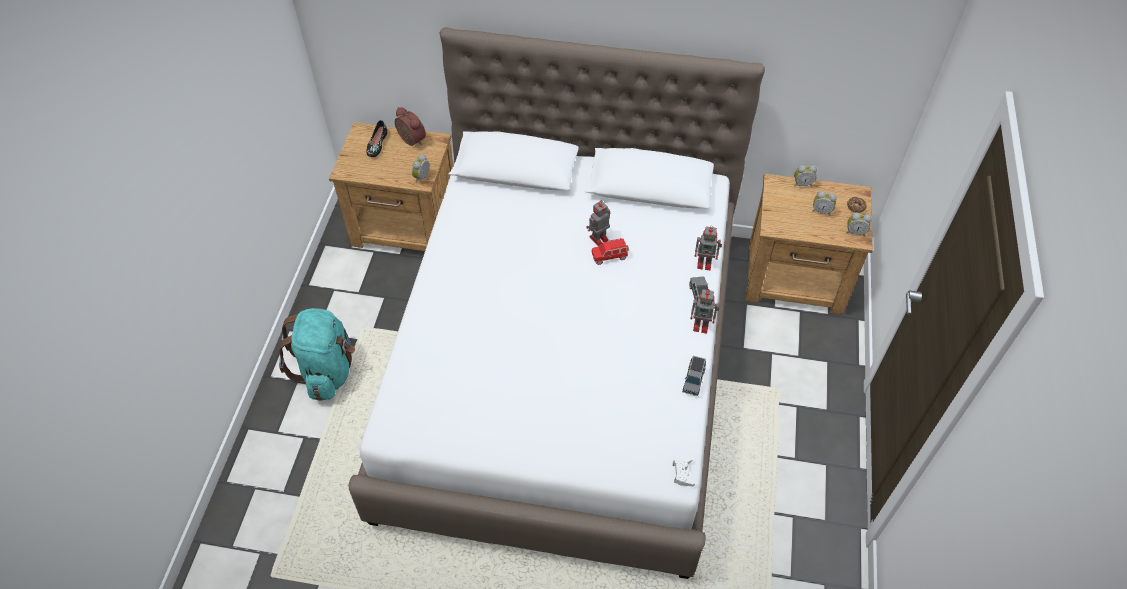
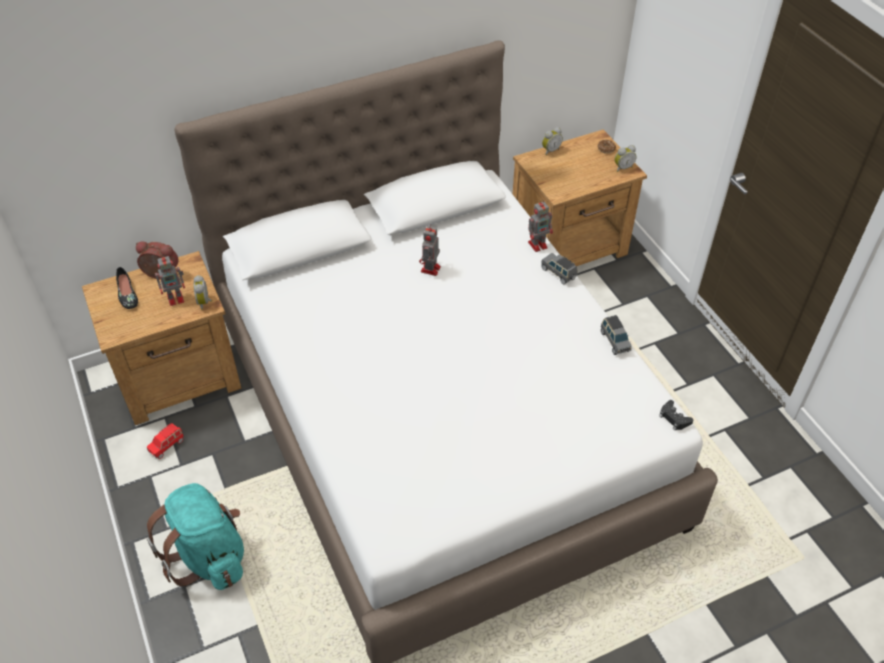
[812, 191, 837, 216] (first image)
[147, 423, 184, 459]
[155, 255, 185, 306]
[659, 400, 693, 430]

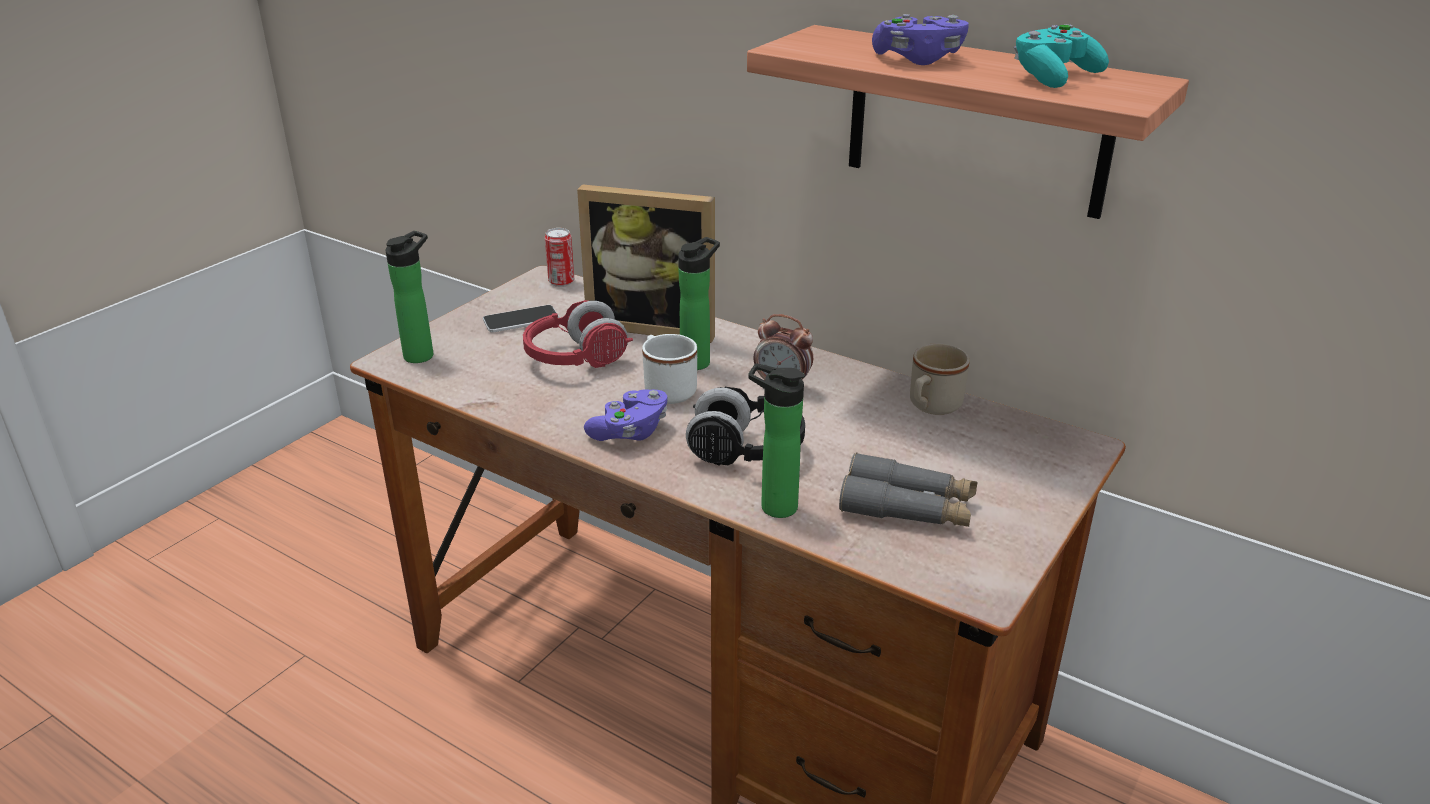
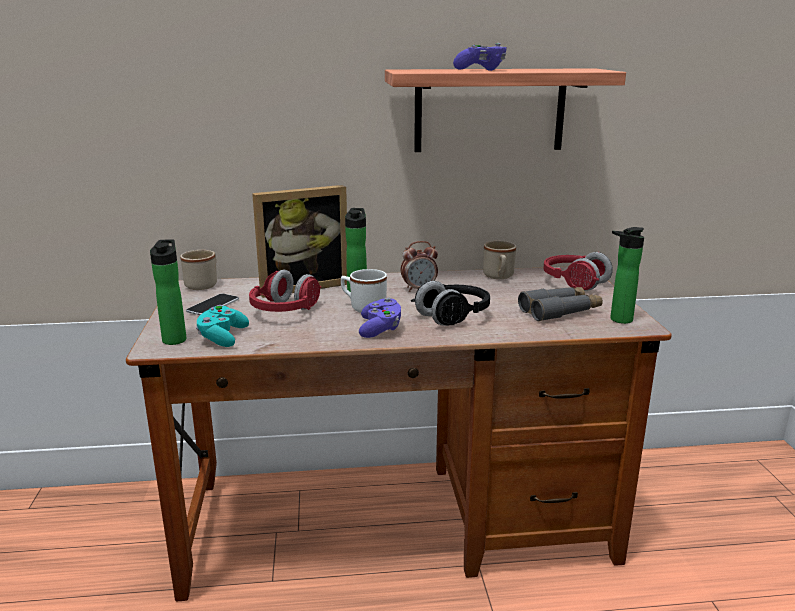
[196, 305, 249, 347]
[180, 250, 217, 290]
[610, 227, 644, 324]
[543, 252, 613, 291]

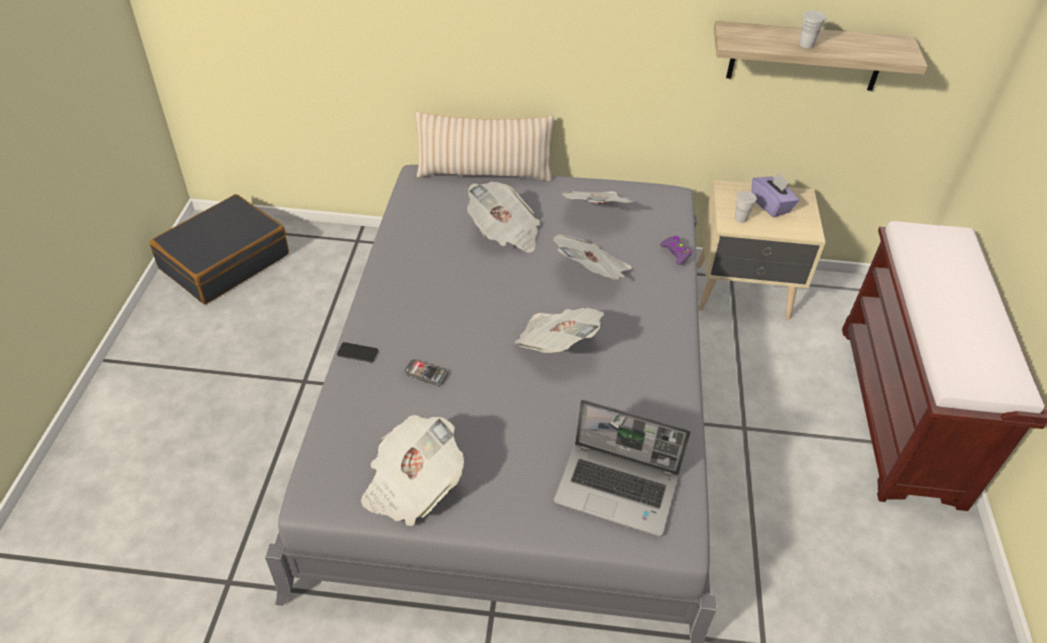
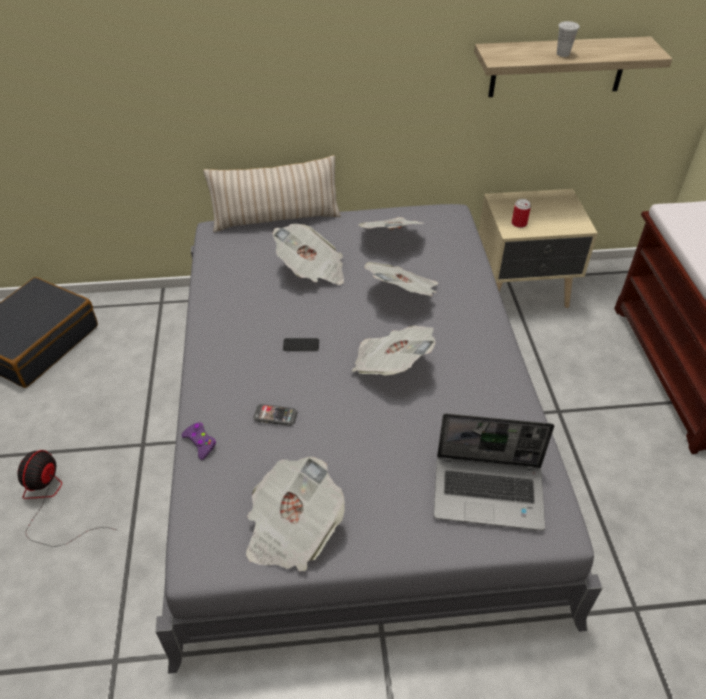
[752, 172, 799, 217] (first image)
[512, 199, 531, 228]
[181, 422, 216, 460]
[283, 338, 319, 351]
[18, 450, 116, 547]

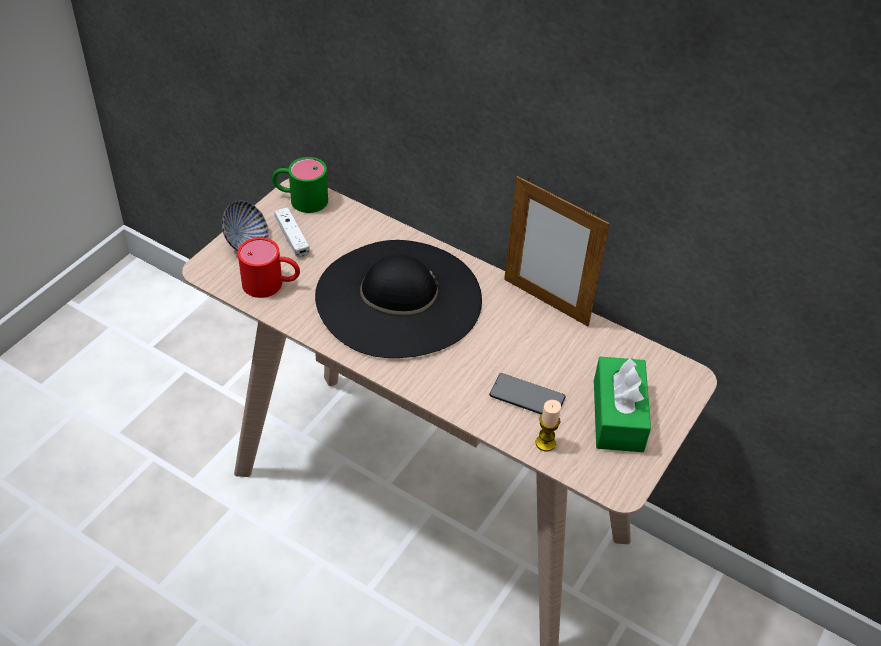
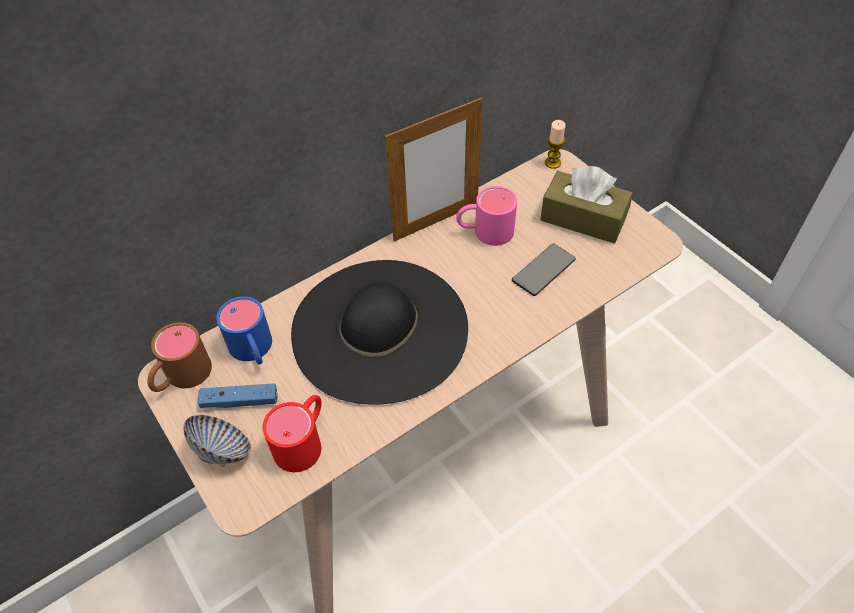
[147, 322, 212, 392]
[197, 383, 277, 408]
[540, 166, 633, 243]
[545, 120, 566, 169]
[456, 186, 517, 246]
[216, 296, 272, 364]

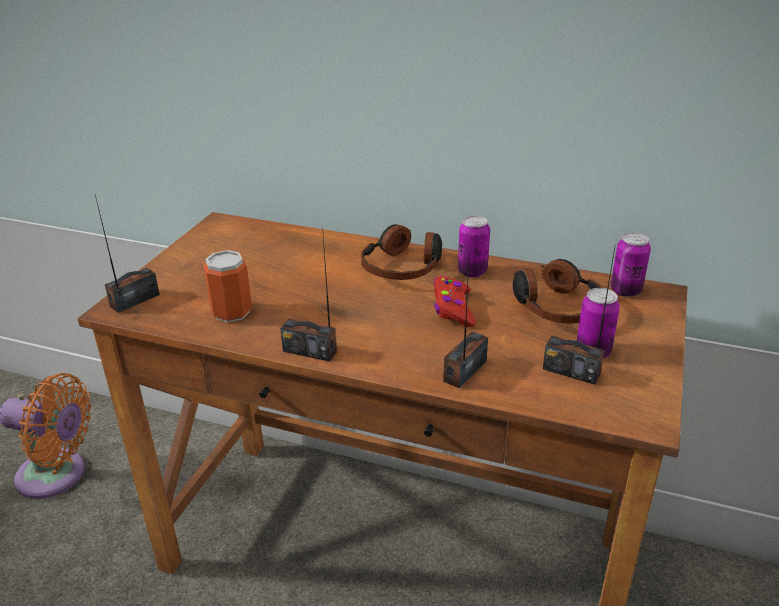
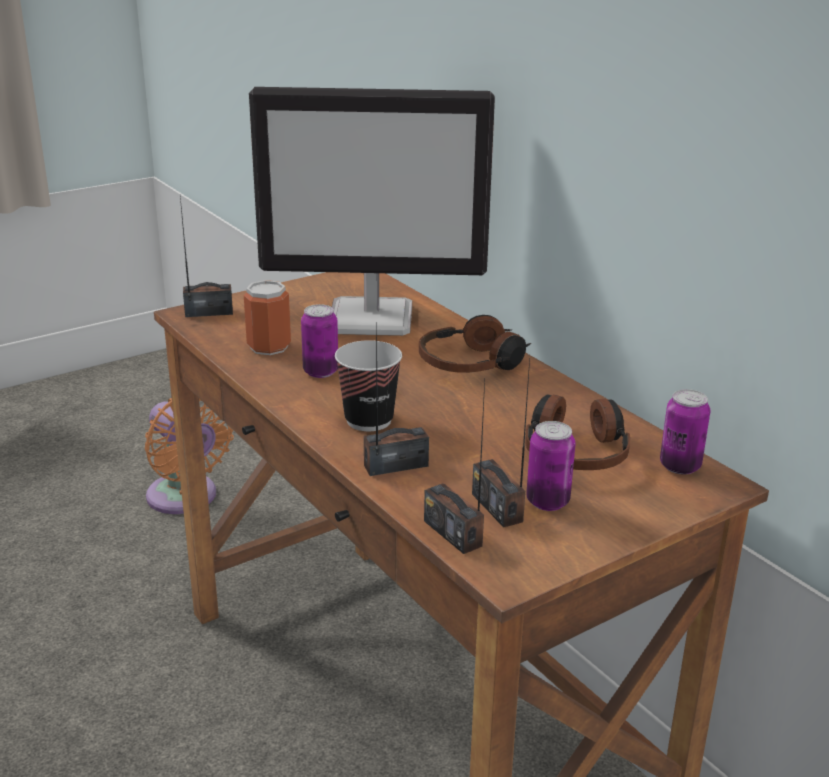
[301, 304, 338, 378]
[424, 380, 485, 554]
[434, 276, 476, 327] (first image)
[249, 87, 495, 336]
[335, 340, 402, 431]

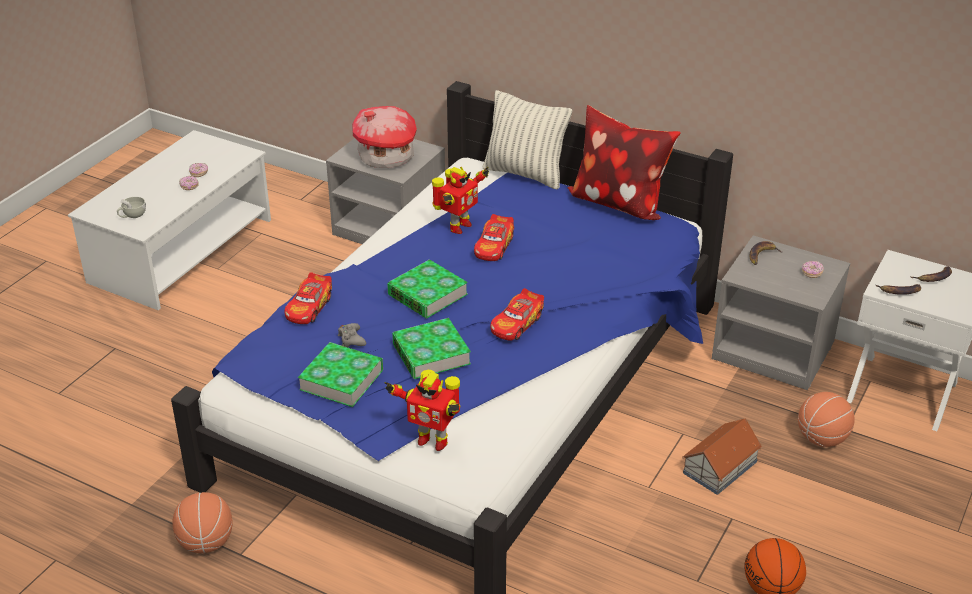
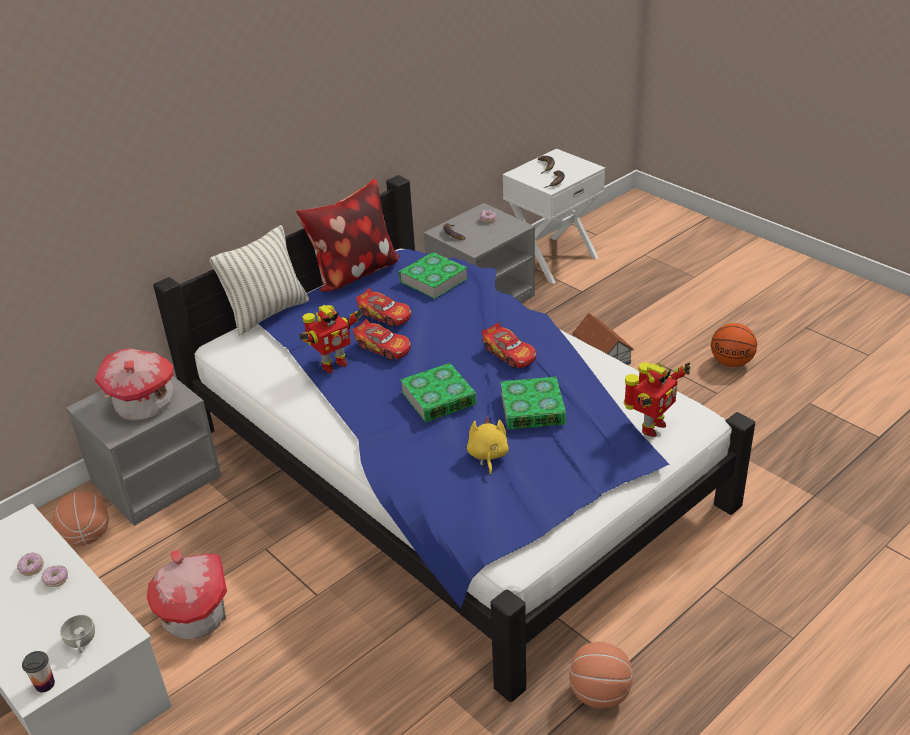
[299, 305, 363, 373]
[356, 288, 411, 327]
[467, 416, 509, 475]
[399, 252, 468, 299]
[53, 492, 109, 546]
[147, 550, 227, 639]
[22, 651, 55, 692]

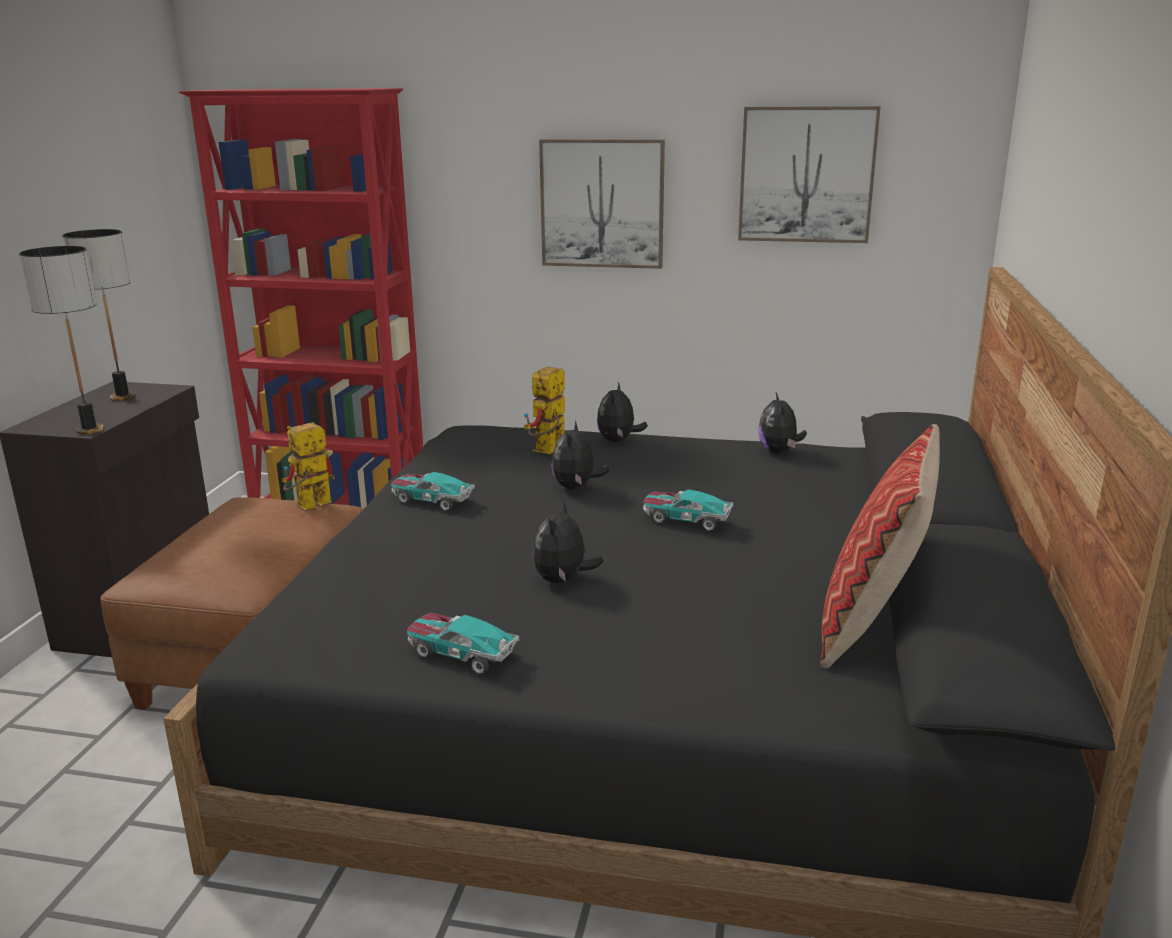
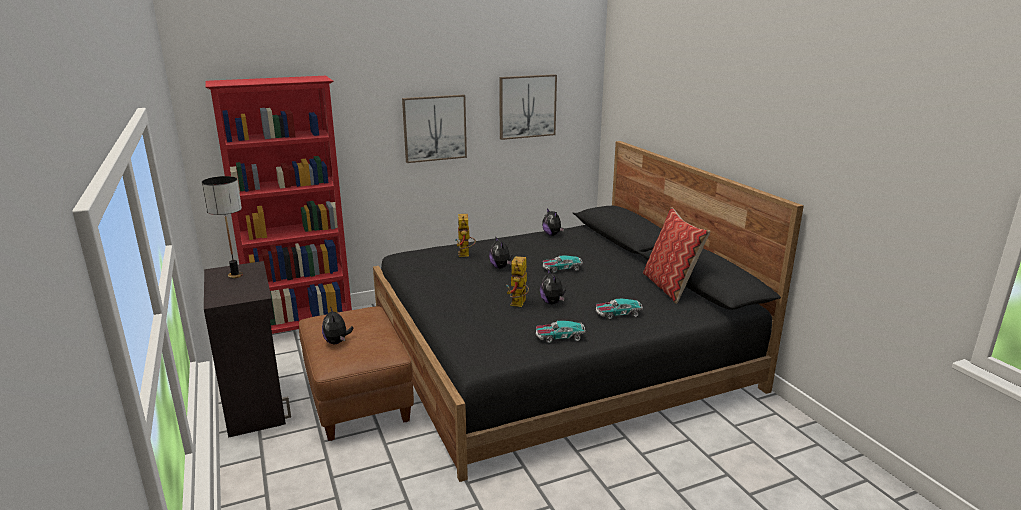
[19, 246, 104, 435] (first image)
[322, 307, 354, 344]
[506, 256, 529, 307]
[596, 299, 643, 319]

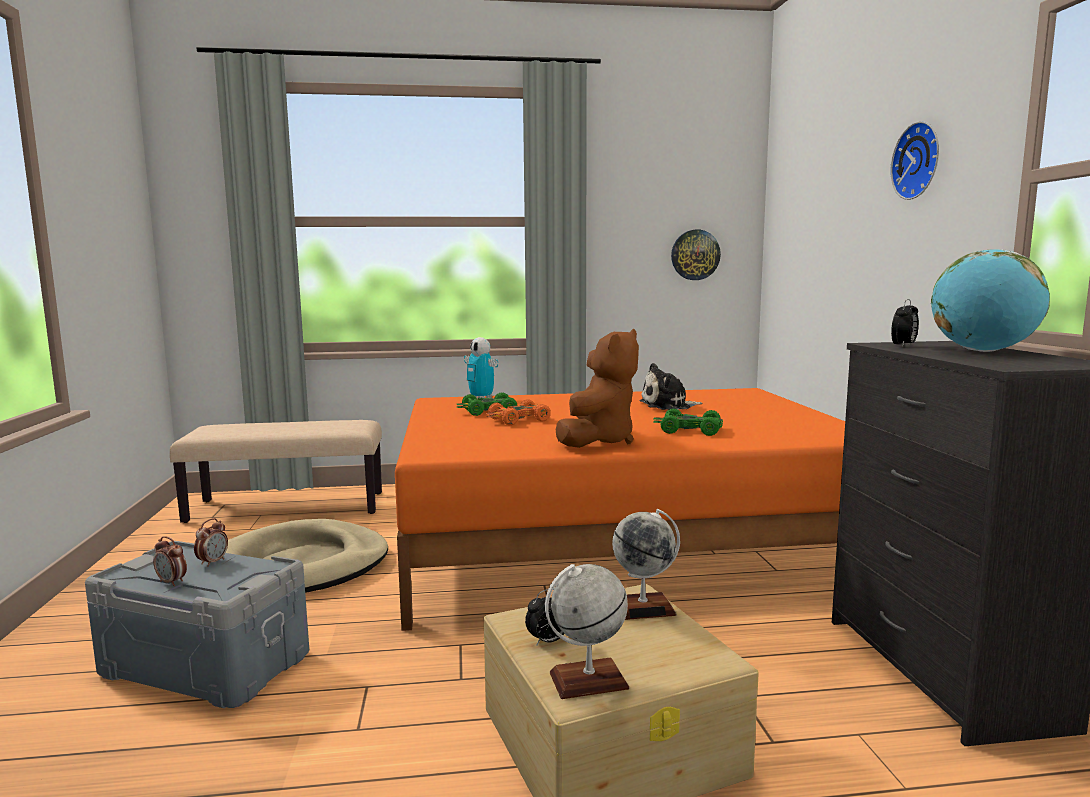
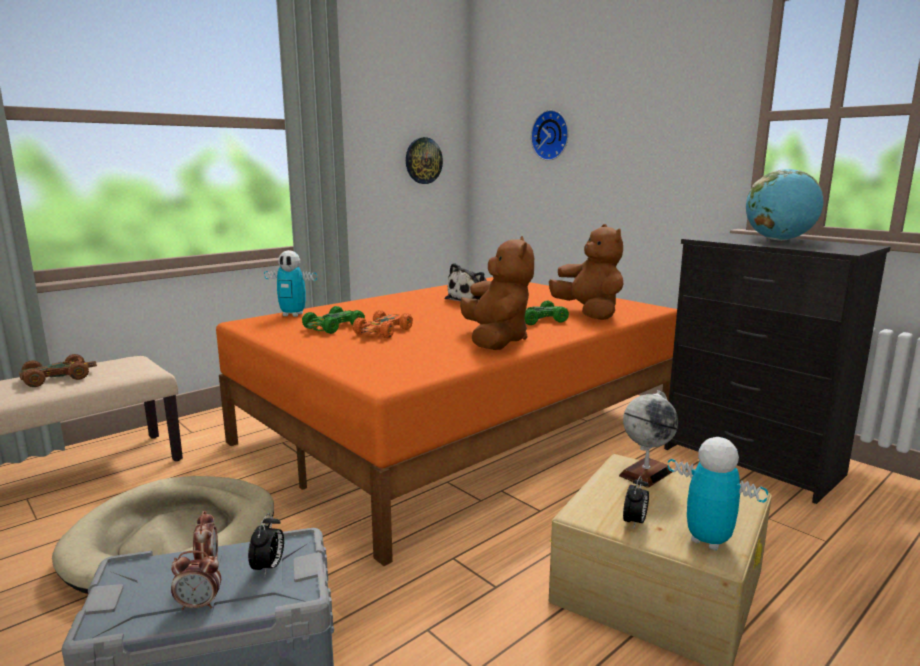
[531, 110, 569, 161]
[248, 513, 284, 576]
[668, 437, 768, 551]
[549, 224, 624, 320]
[19, 354, 97, 387]

